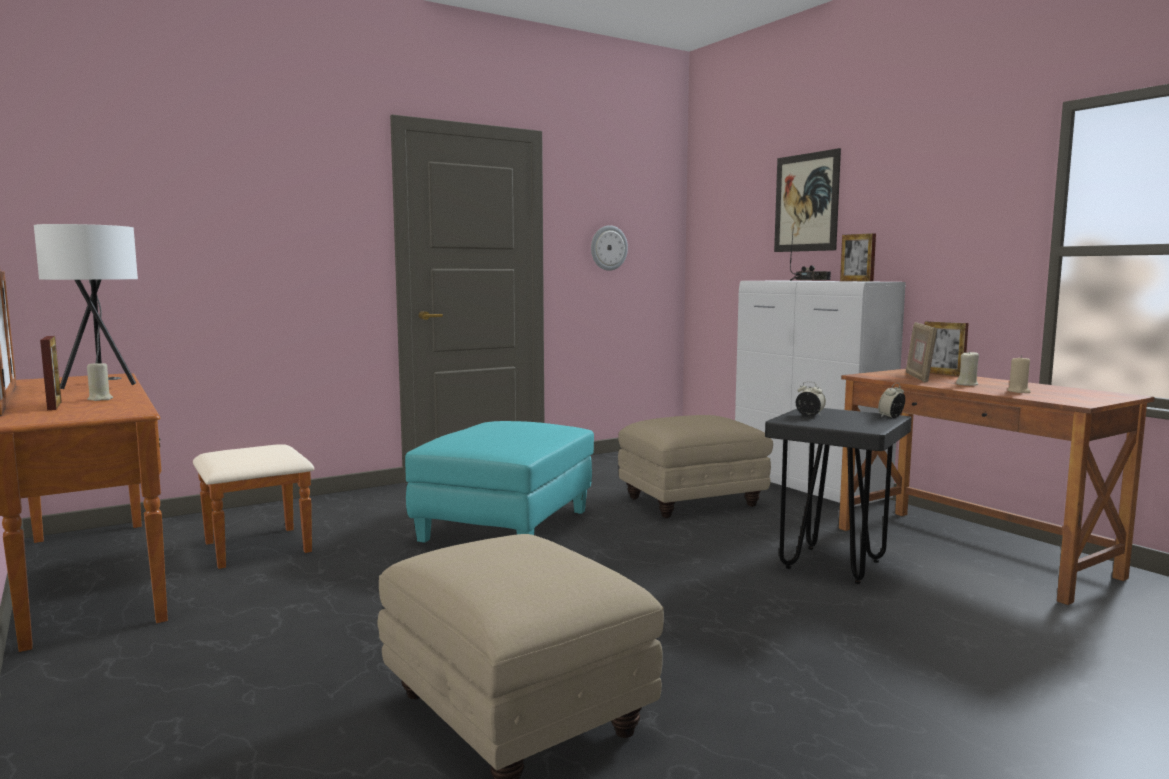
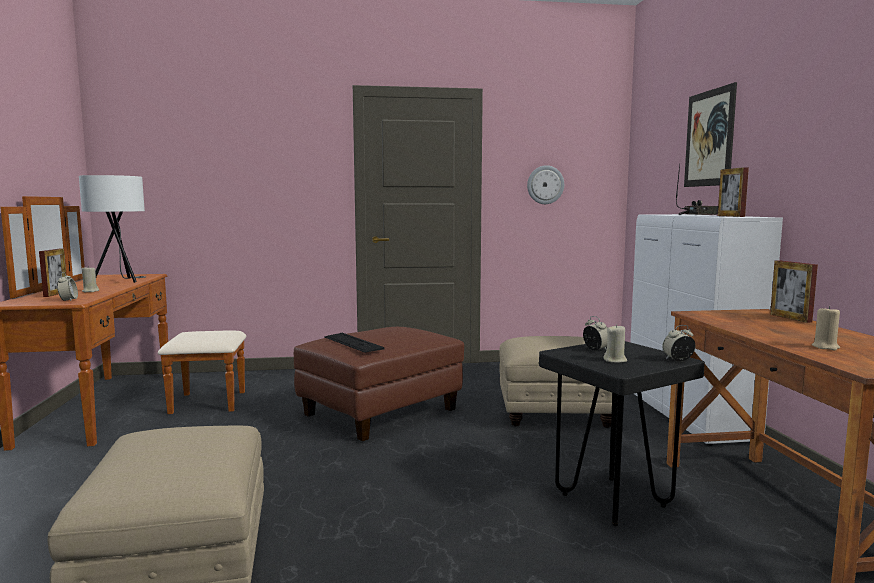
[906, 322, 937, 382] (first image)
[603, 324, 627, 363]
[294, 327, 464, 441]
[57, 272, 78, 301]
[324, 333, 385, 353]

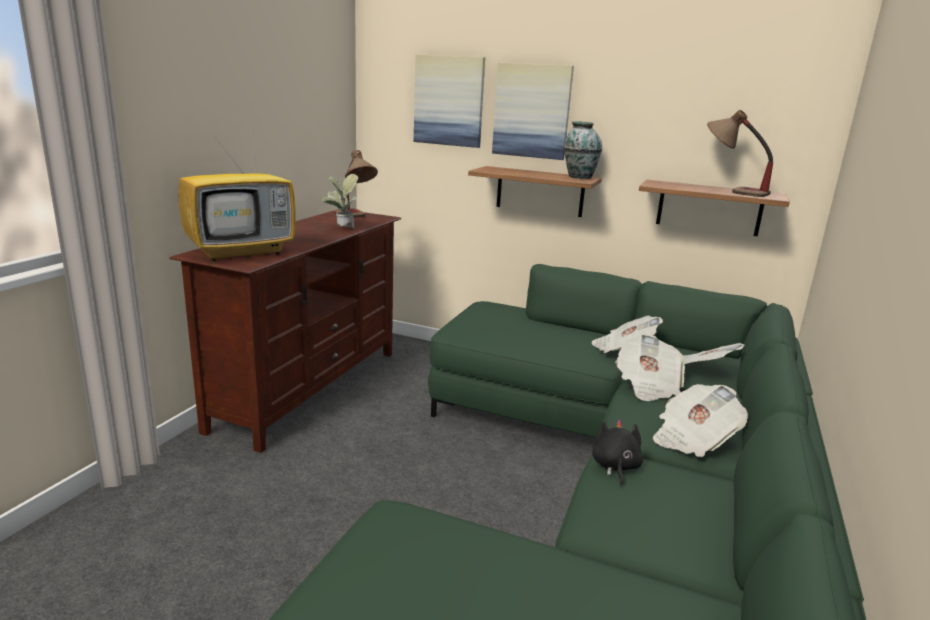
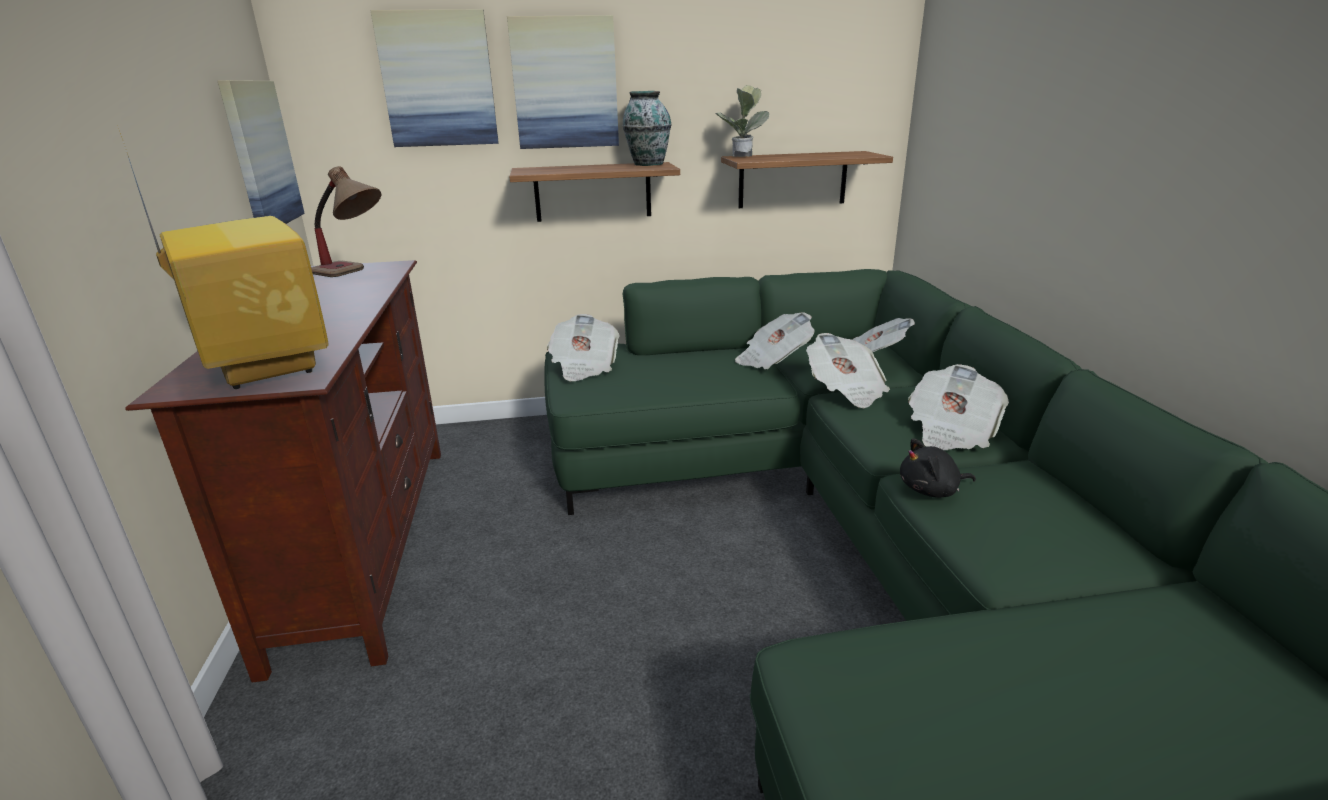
[707, 110, 773, 197] (first image)
[120, 133, 329, 389]
[715, 85, 769, 157]
[900, 438, 976, 498]
[218, 80, 305, 224]
[547, 314, 620, 381]

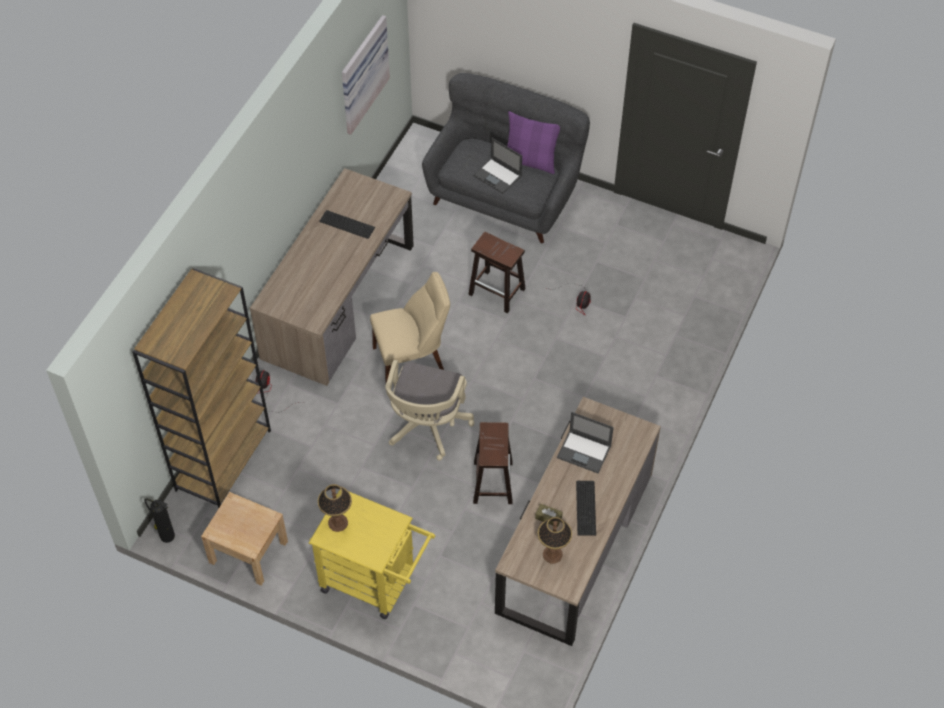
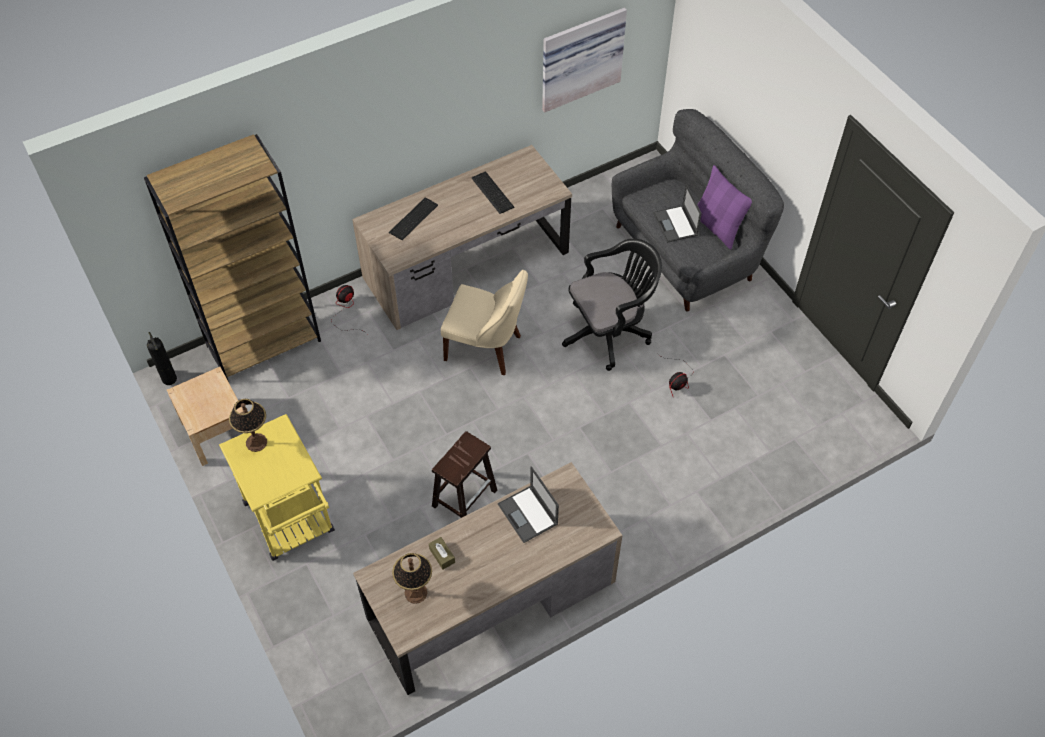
[562, 239, 662, 371]
[385, 360, 474, 461] (first image)
[389, 198, 438, 240]

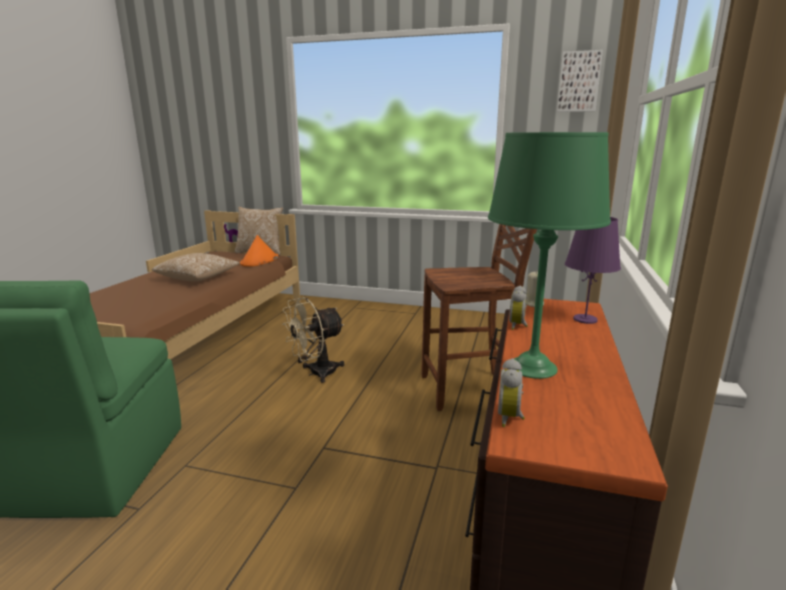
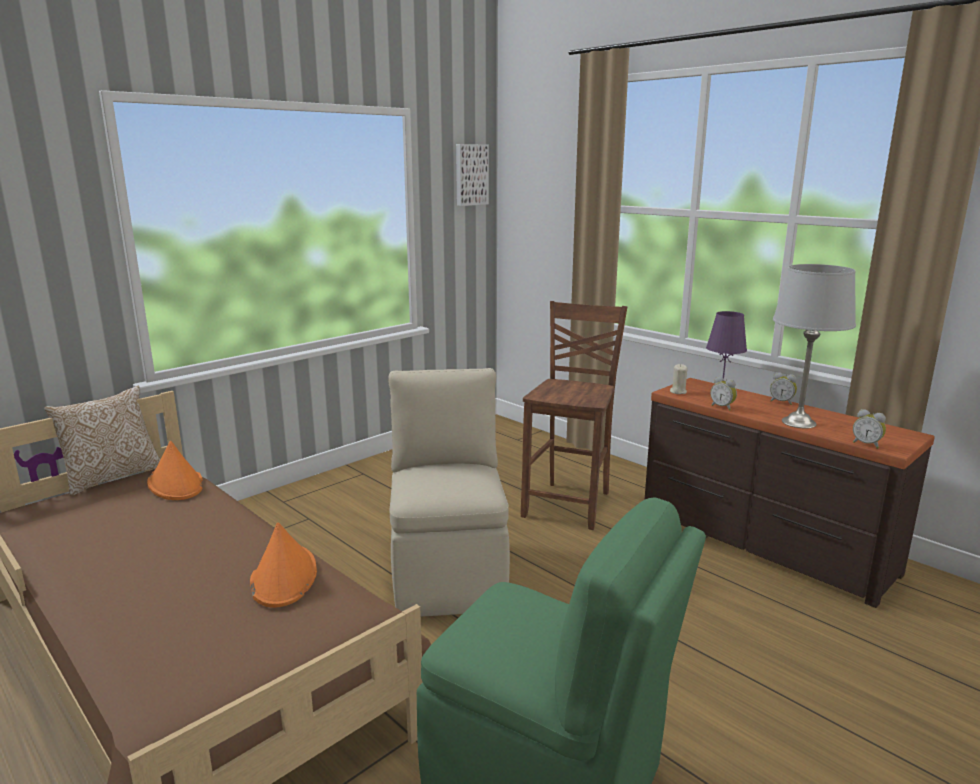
[773, 264, 856, 429]
[152, 253, 240, 281] (first image)
[388, 368, 510, 617]
[770, 372, 797, 405]
[250, 523, 317, 608]

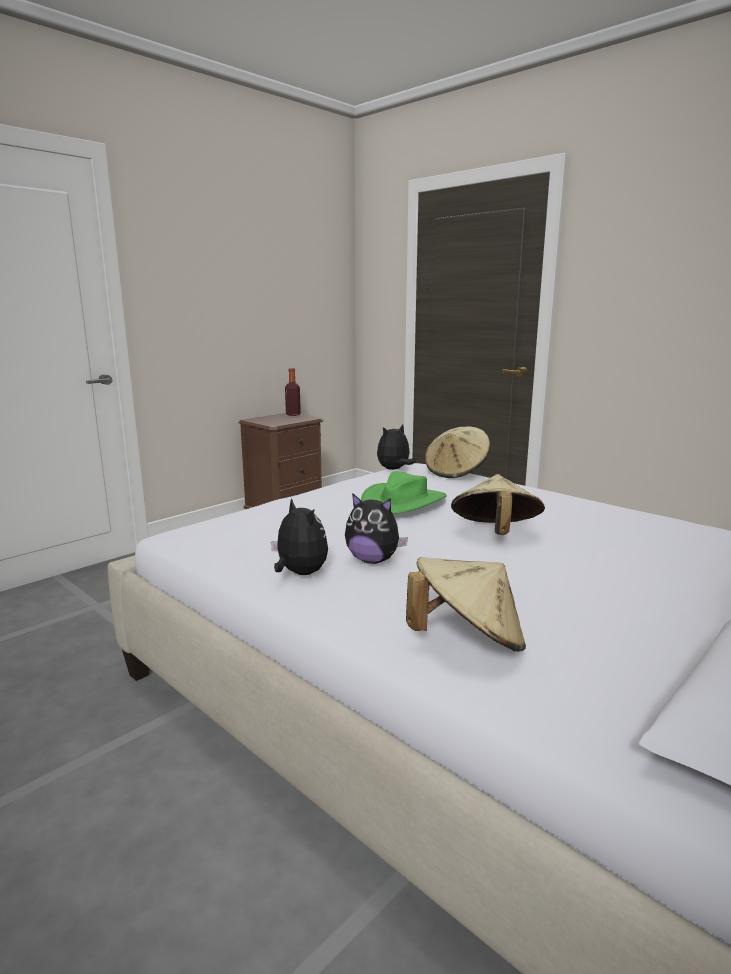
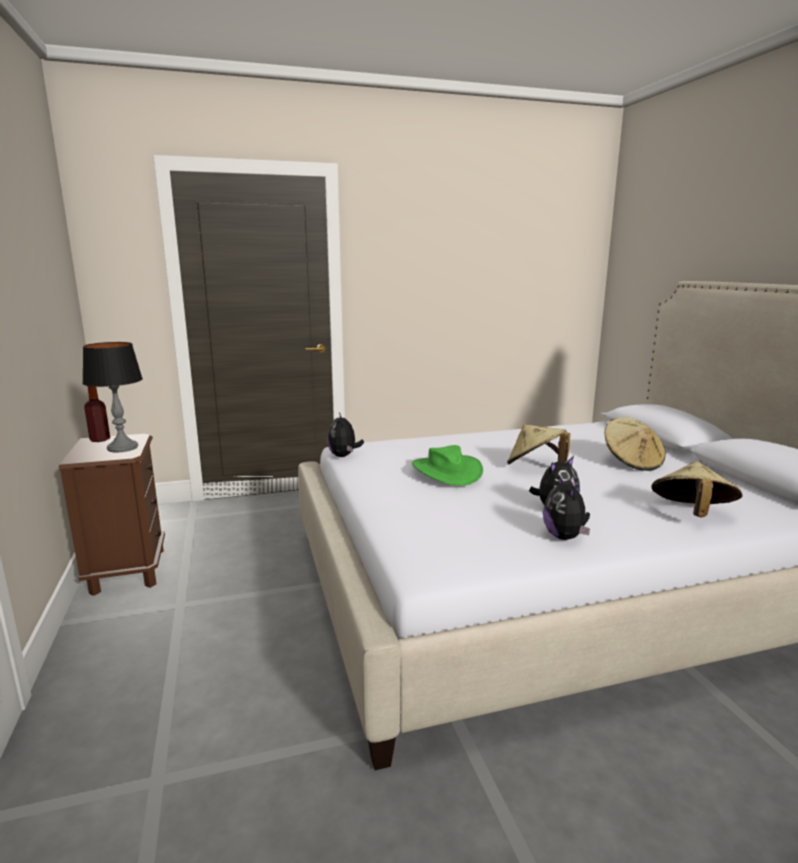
[605, 418, 666, 471]
[543, 475, 590, 540]
[82, 342, 143, 452]

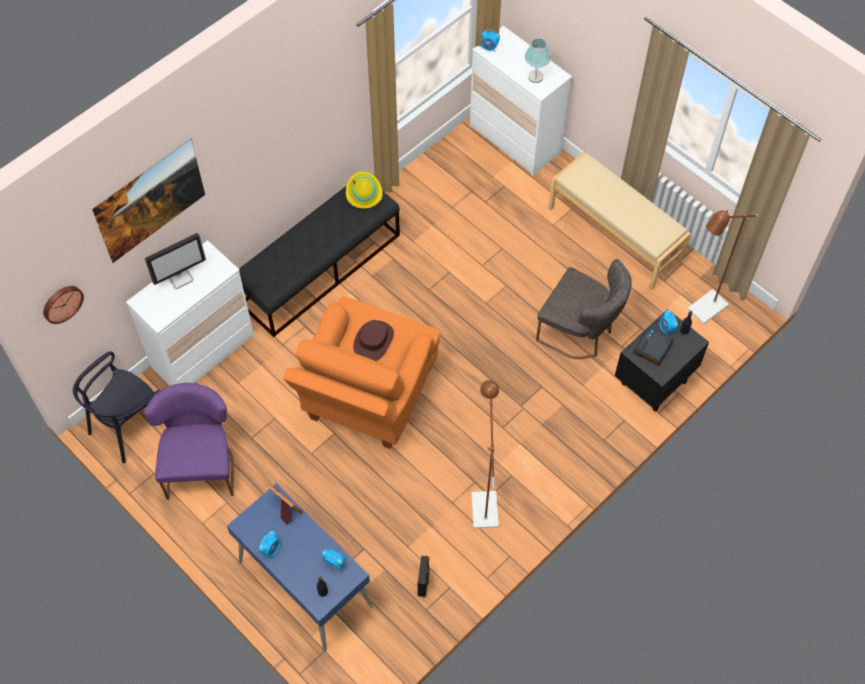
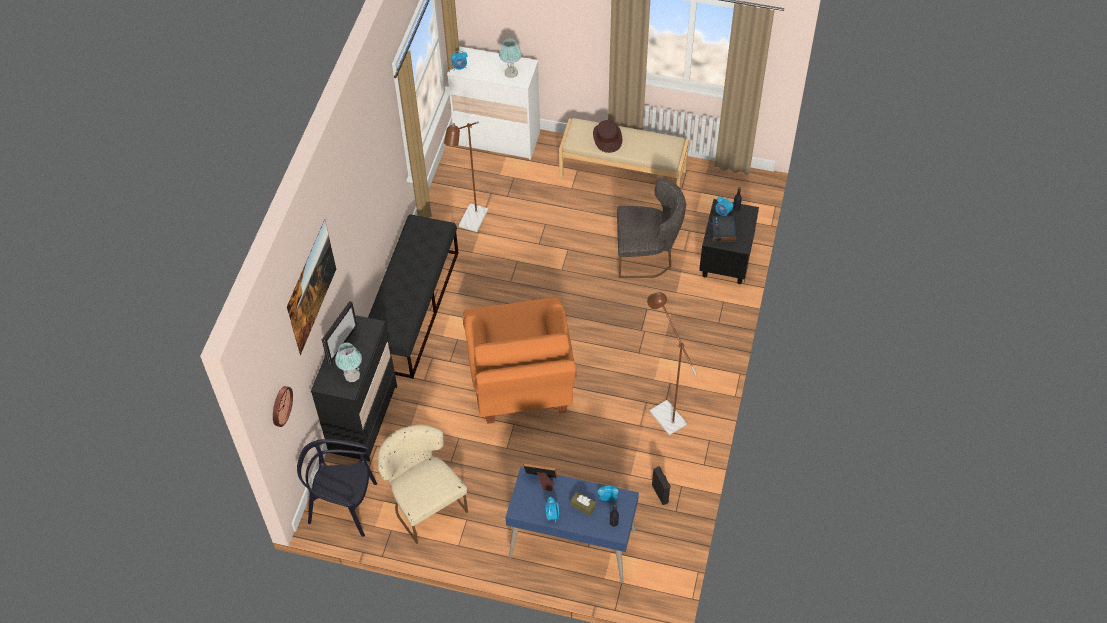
[346, 172, 383, 209] (first image)
[444, 121, 488, 232]
[311, 315, 397, 462]
[593, 120, 622, 153]
[297, 439, 377, 537]
[377, 425, 468, 544]
[335, 343, 362, 382]
[570, 492, 596, 516]

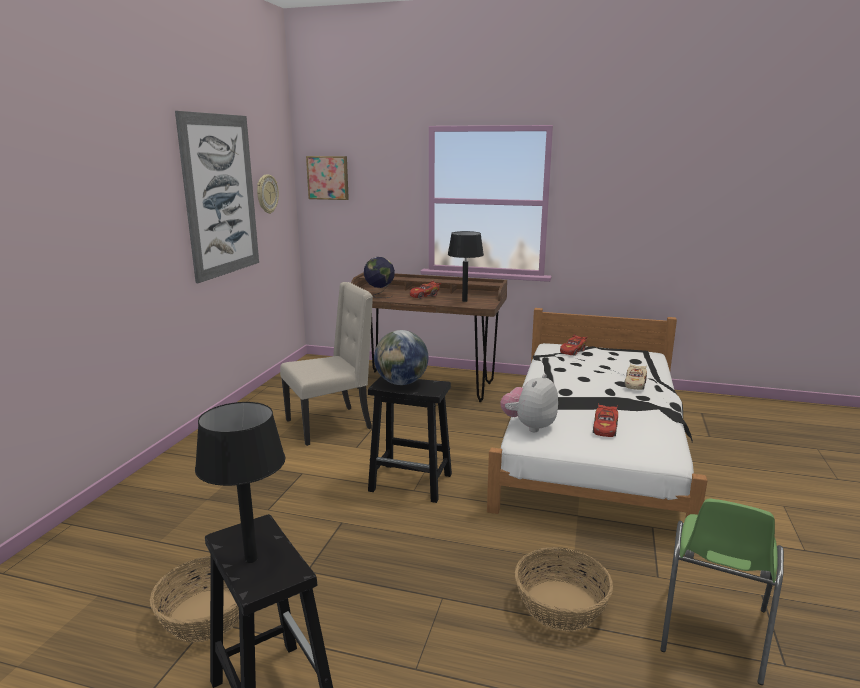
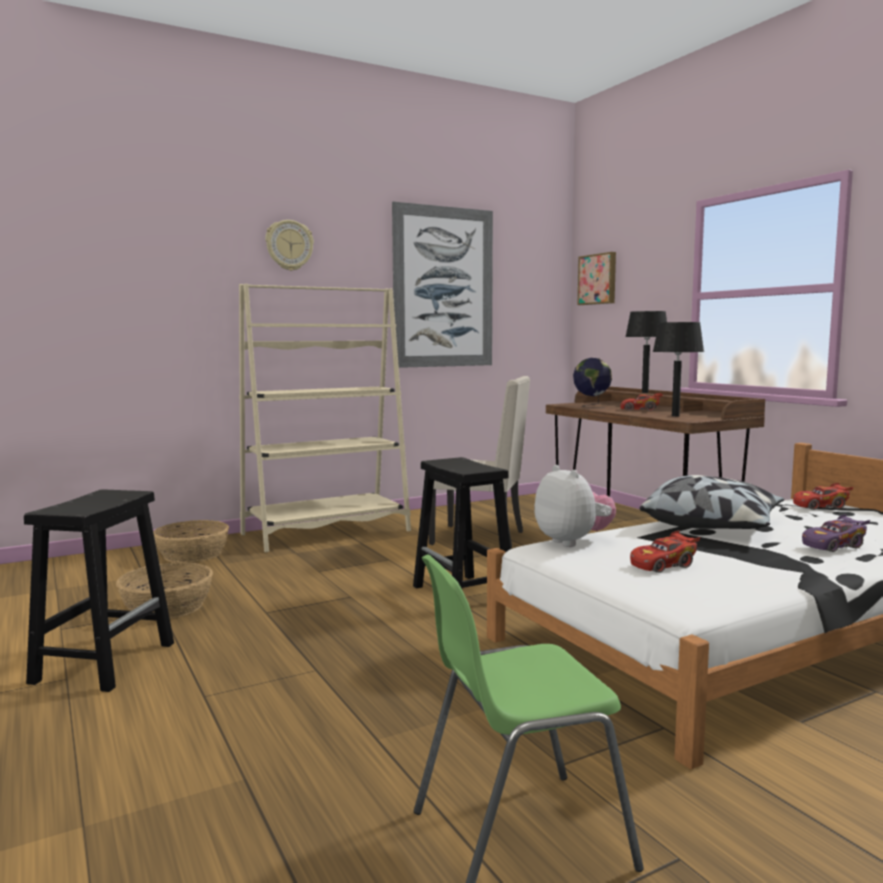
[266, 220, 314, 271]
[374, 330, 428, 385] (first image)
[802, 514, 870, 552]
[534, 465, 616, 547]
[625, 311, 667, 393]
[153, 520, 229, 563]
[239, 284, 411, 552]
[640, 475, 784, 529]

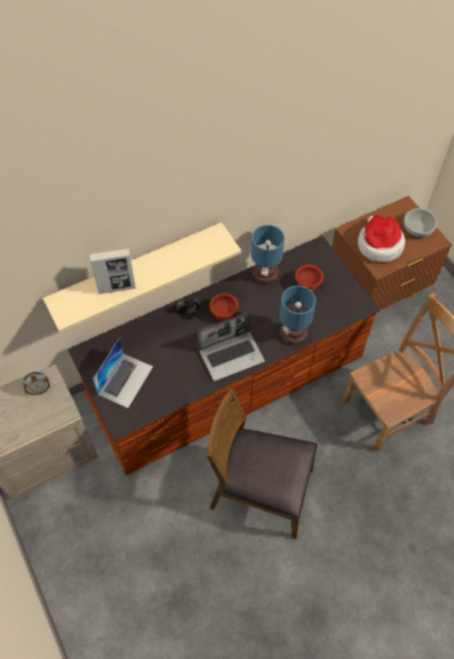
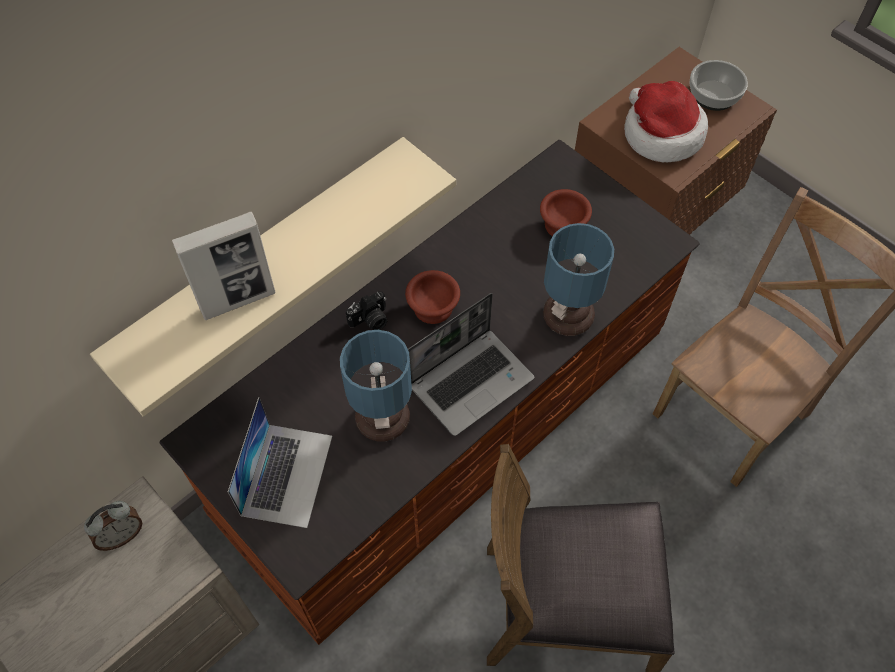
[340, 330, 412, 442]

